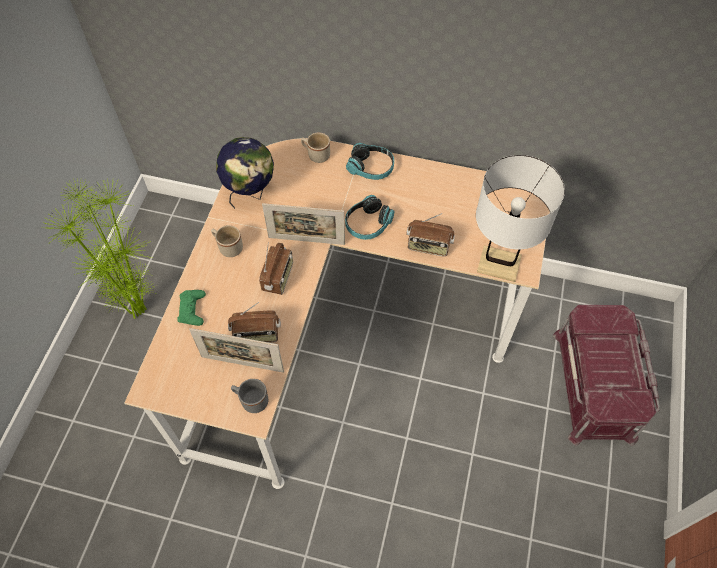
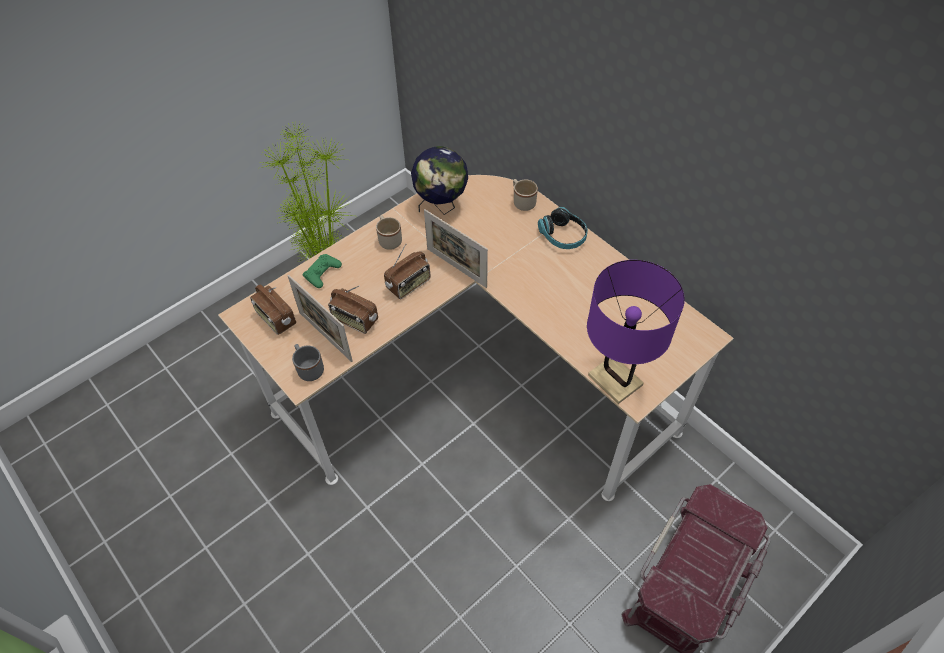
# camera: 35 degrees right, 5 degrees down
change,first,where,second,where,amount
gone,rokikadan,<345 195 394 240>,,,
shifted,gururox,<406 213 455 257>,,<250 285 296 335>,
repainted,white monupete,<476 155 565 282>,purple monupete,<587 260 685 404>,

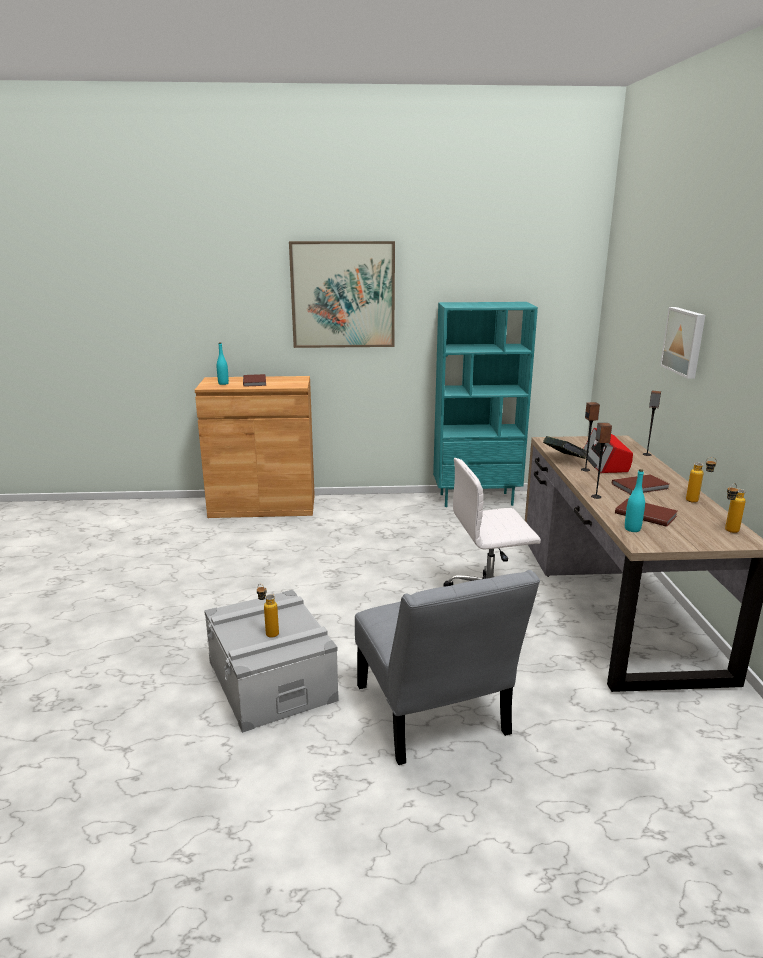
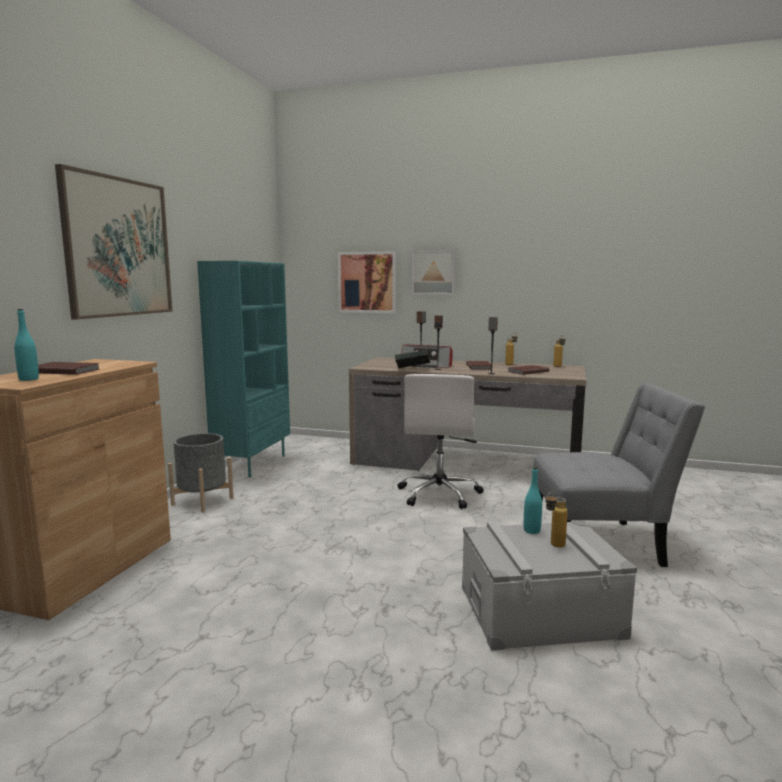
# camera: 70 degrees left, 10 degrees down
change,first,where,second,where,amount
new,,,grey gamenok,<168 433 233 513>,
new,,,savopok,<338 251 396 313>,
shifted,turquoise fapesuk,<625 469 645 532>,,<524 467 542 534>,

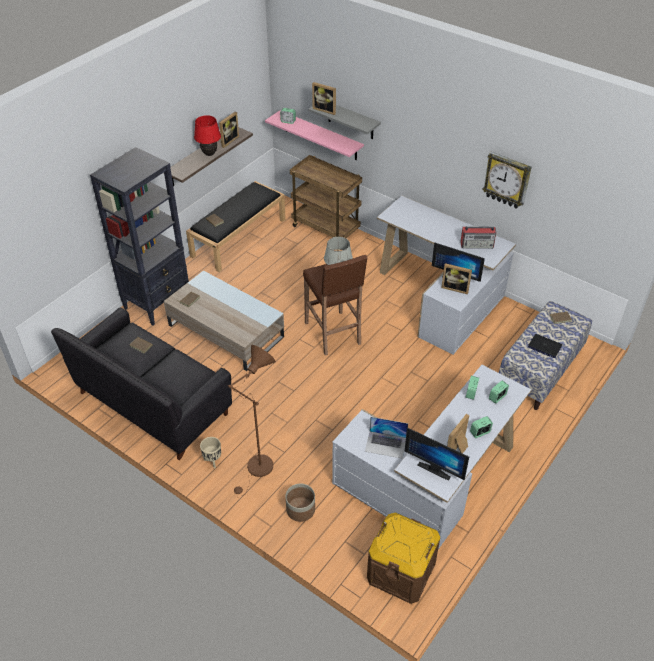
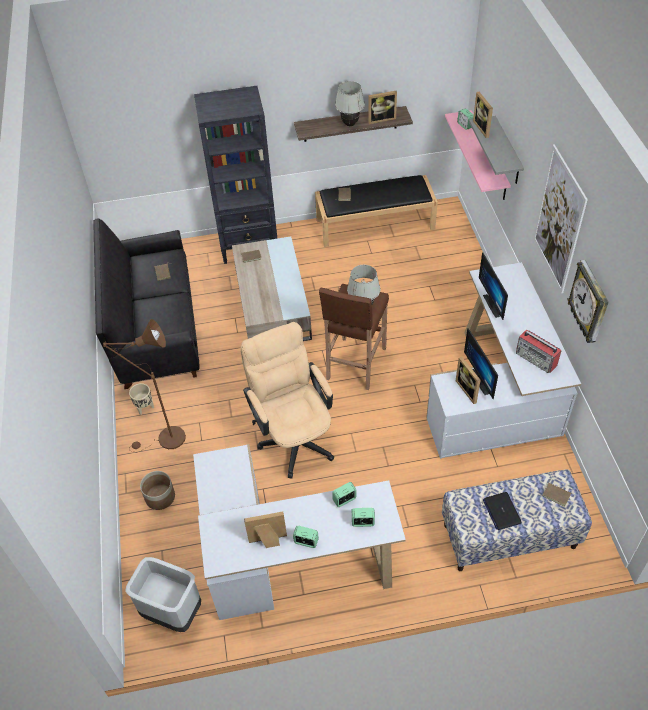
# camera: 45 degrees right, 5 degrees up
change,first,where,second,where,amount
gone,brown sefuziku,<290 155 362 238>,,,
gone,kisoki,<365 417 408 459>,,,
new,,,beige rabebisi,<240 322 334 479>,
new,,,savopok,<533 144 588 294>,
shifted,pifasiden,<405 427 469 481>,,<479 252 508 320>,
swapped,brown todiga,<367 513 440 604>,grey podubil,<125 557 201 632>,
repainted,red monupete,<194 115 221 156>,white monupete,<335 81 365 126>,

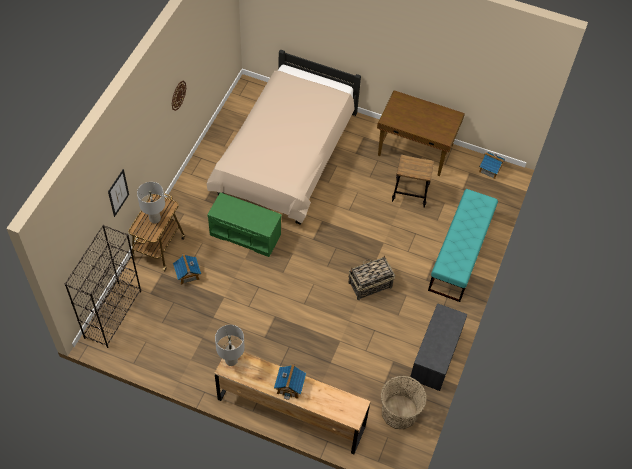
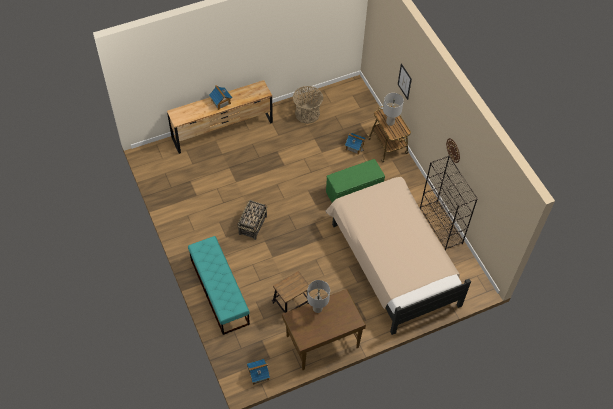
# camera: 135 degrees right, 0 degrees up
change,first,where,second,where,amount
gone,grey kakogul,<410 304 467 391>,,,
shifted,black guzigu,<65 225 141 348>,,<420 155 478 251>,
shifted,grey monupete,<215 325 245 366>,,<307 280 330 313>,
shifted,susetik,<381 376 427 429>,,<293 86 323 124>,

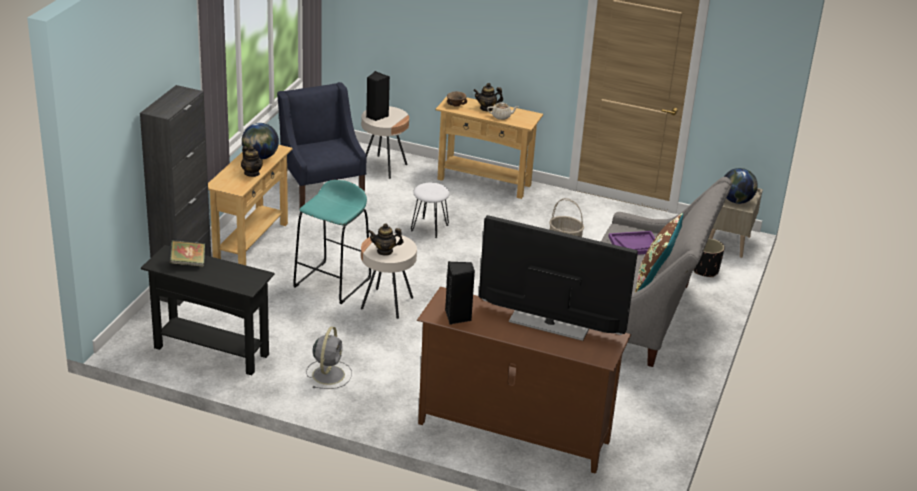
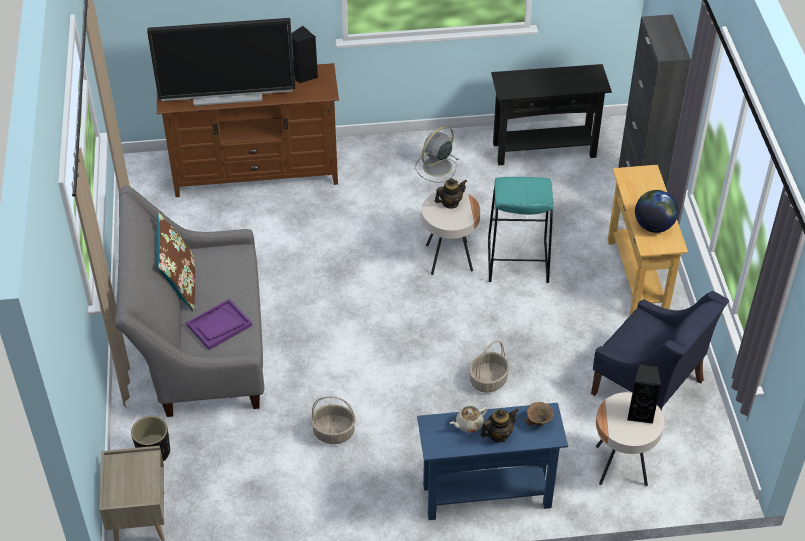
# camera: 155 degrees right, 15 degrees up
change,first,where,second,where,amount
gone,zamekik,<170 240 205 267>,,,
gone,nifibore,<241 146 263 177>,,,
gone,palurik,<724 168 758 204>,,,
swapped,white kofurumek,<411 183 450 238>,susetik,<469 341 510 393>,
repainted,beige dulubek,<435 96 543 199>,blue dulubek,<417 403 568 520>,
rotated,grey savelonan,<306 326 352 389>,,<415 126 459 183>,60 degrees clockwise

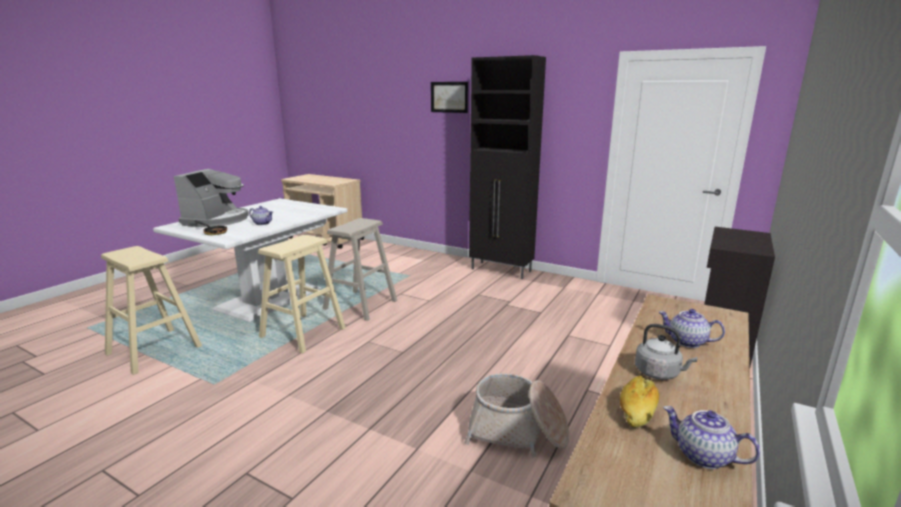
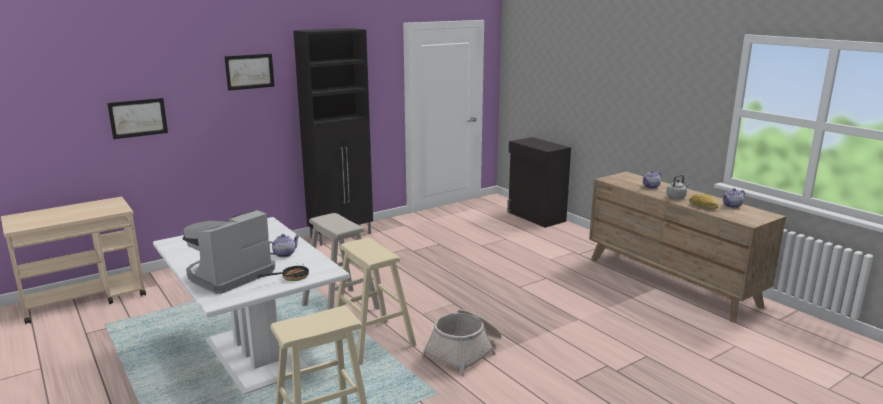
# camera: 65 degrees left, 0 degrees up
change,first,where,second,where,amount
new,,,savopok,<107 98 168 139>,
shifted,susetik,<464 374 569 457>,,<421 309 502 376>,
rotated,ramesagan,<174 169 249 227>,,<183 209 275 294>,90 degrees counterclockwise

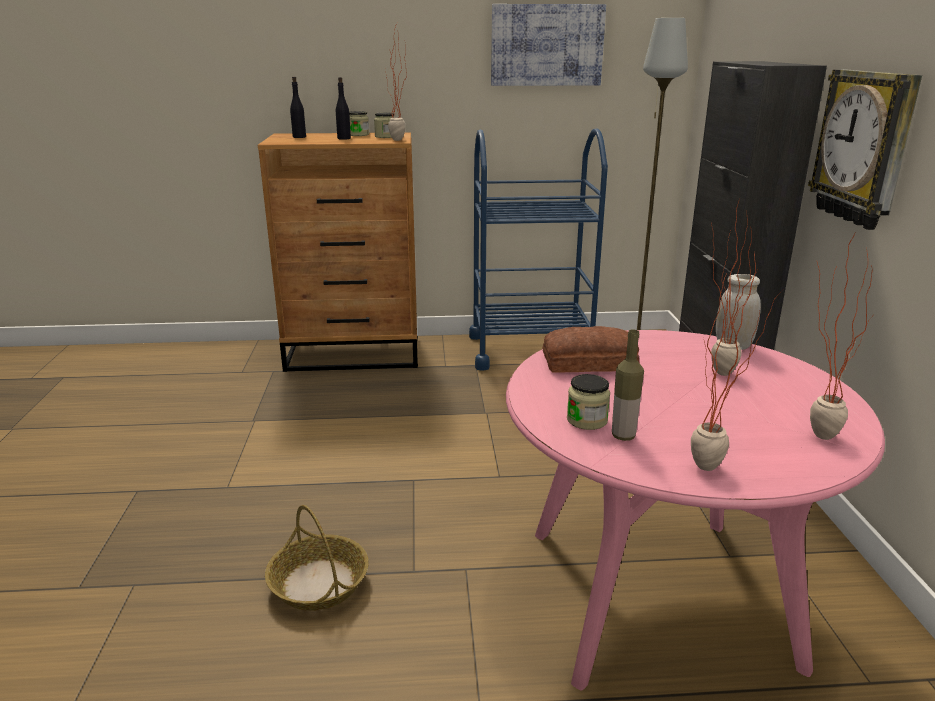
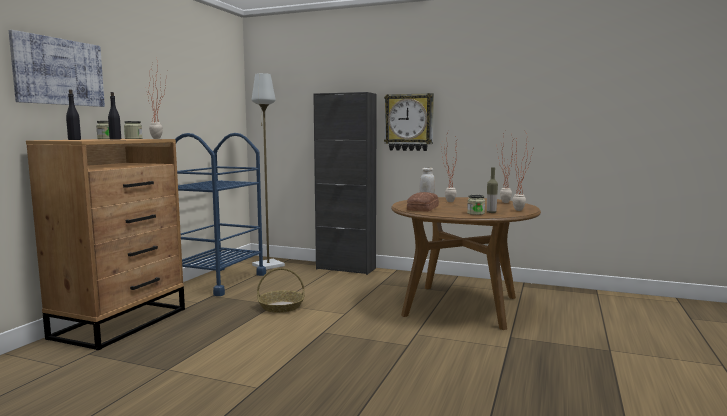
# camera: 65 degrees left, 15 degrees down
change,first,where,second,where,amount
shifted,susetik,<265 505 369 611>,,<257 268 305 313>,
shifted,savopok,<491 4 606 86>,,<9 30 105 107>,
repainted,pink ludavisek,<506 330 885 691>,brown ludavisek,<391 197 541 330>,

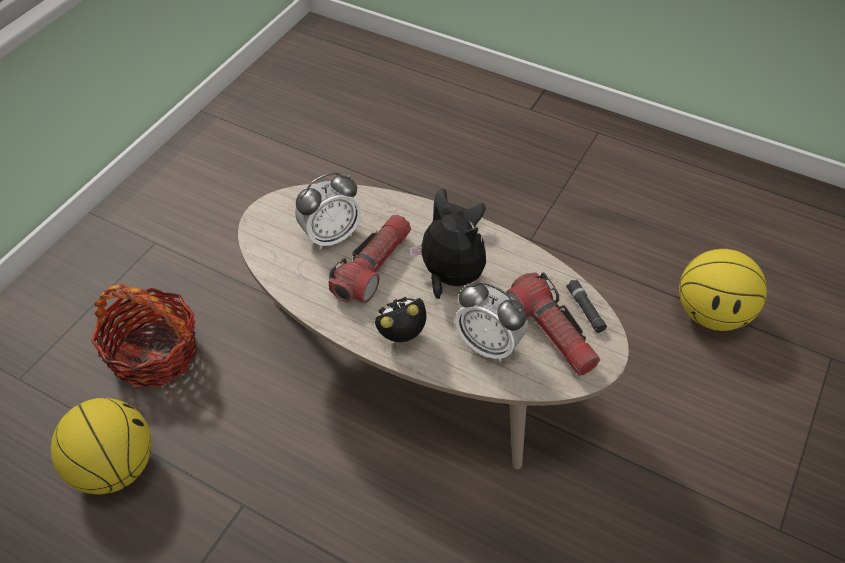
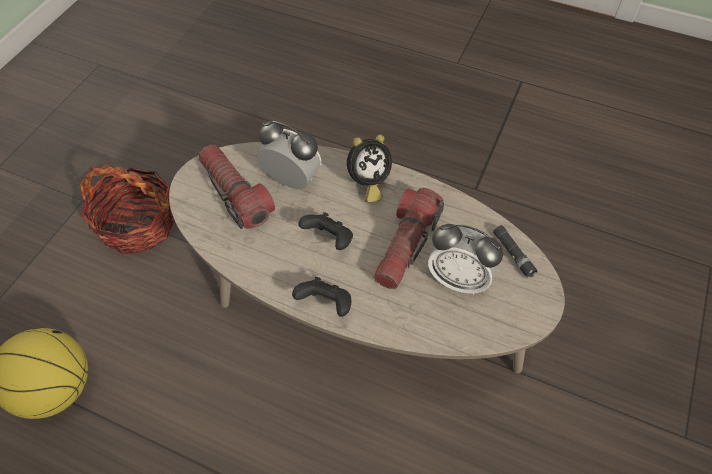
# camera: 175 degrees right, 5 degrees up
change,first,where,second,where,amount
gone,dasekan,<51 398 152 494>,,,
shifted,susetik,<91 284 197 388>,,<80 164 175 255>,
shifted,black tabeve,<566 280 607 333>,,<493 225 538 278>,
swapped,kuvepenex,<409 203 486 299>,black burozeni,<299 212 353 250>,
rotated,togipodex,<295 172 361 250>,,<428 224 503 295>,120 degrees counterclockwise

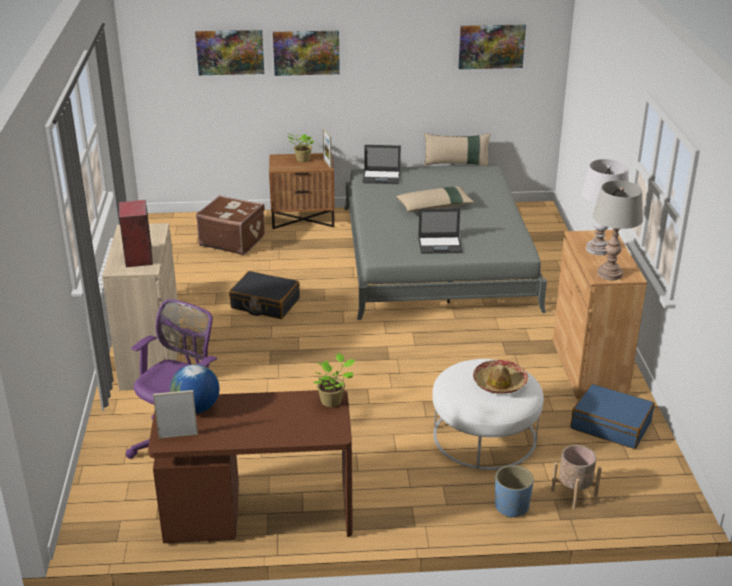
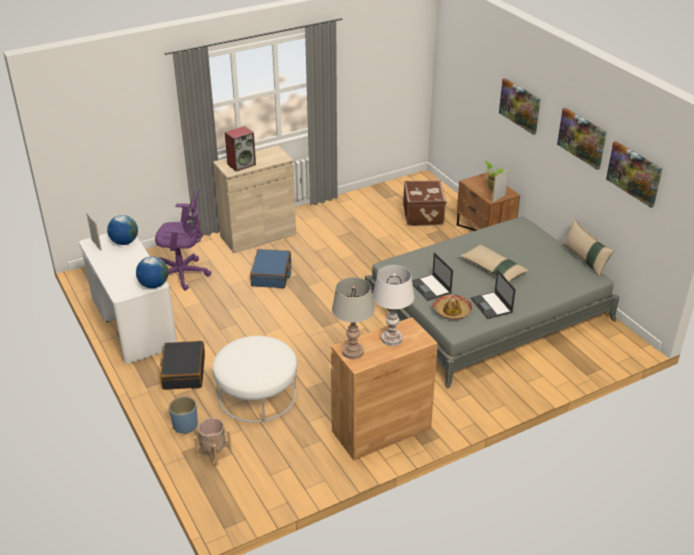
# camera: 65 degrees right, 5 degrees up
change,first,where,second,where,amount
shifted,savopok,<195 30 264 75>,,<557 108 607 170>,
shifted,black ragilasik,<229 271 300 319>,,<160 341 205 390>,
shifted,kisoki,<362 145 401 184>,,<471 270 516 319>,
shifted,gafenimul,<473 360 528 394>,,<433 295 473 320>,
shifted,blue ragilasik,<570 384 655 449>,,<250 249 291 288>,
swapped,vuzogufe,<313 353 355 407>,palurik,<136 256 168 288>,
repainted,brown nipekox,<148 390 353 543>,white nipekox,<79 233 177 364>,

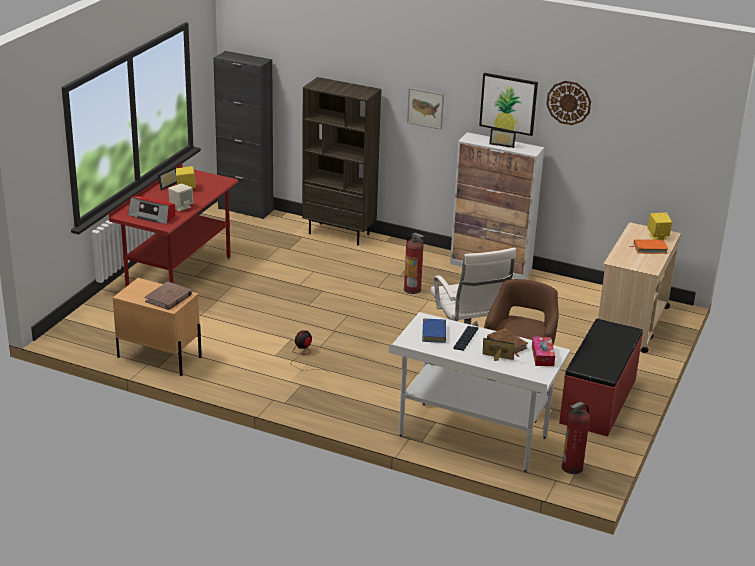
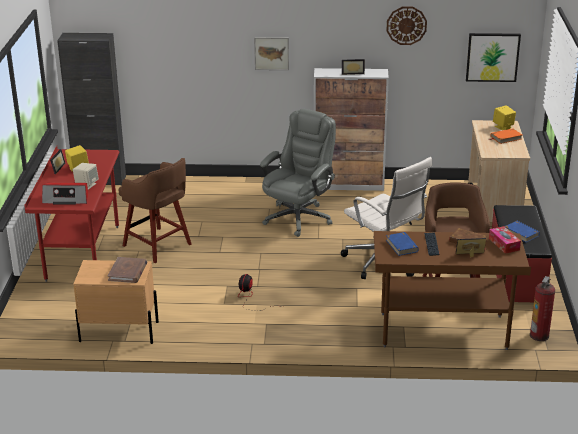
# camera: 20 degrees left, 0 degrees up
change,first,where,second,where,amount
gone,brown guzigu,<302 77 381 245>,,,
new,,,brown kofurumek,<118 158 192 263>,
new,,,blue zamekik,<504 221 540 242>,
shifted,savopok,<479 73 538 136>,,<466 33 521 82>,
swapped,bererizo,<404 233 424 294>,grey rabebisi,<260 109 336 237>,
repainted,white nipekox,<389 312 571 473>,brown nipekox,<374 231 531 350>,

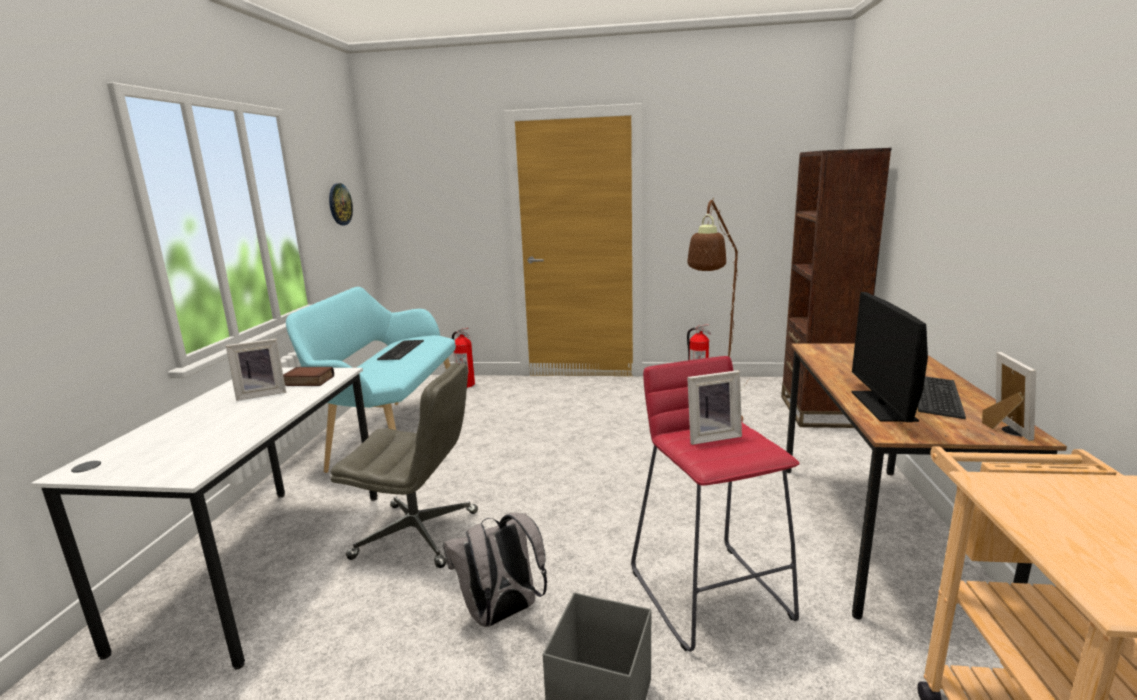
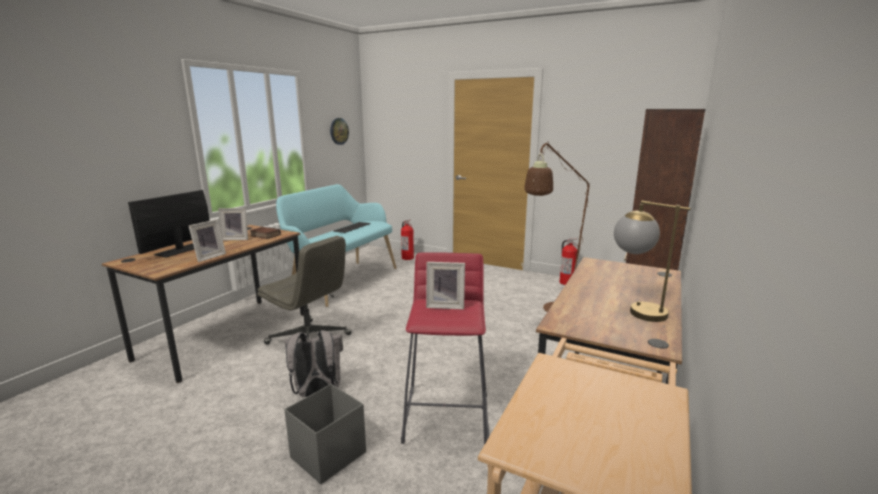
# camera: 20 degrees right, 0 degrees up
change,first,where,second,where,amount
shifted,pifasiden,<851 292 928 422>,,<128 190 210 258>,
shifted,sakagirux,<982 352 1036 441>,,<189 219 226 262>,
swapped,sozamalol,<918 376 966 419>,monupete,<614 201 691 322>,
repainted,white nipekox,<30 368 377 670>,brown nipekox,<102 225 304 383>,

